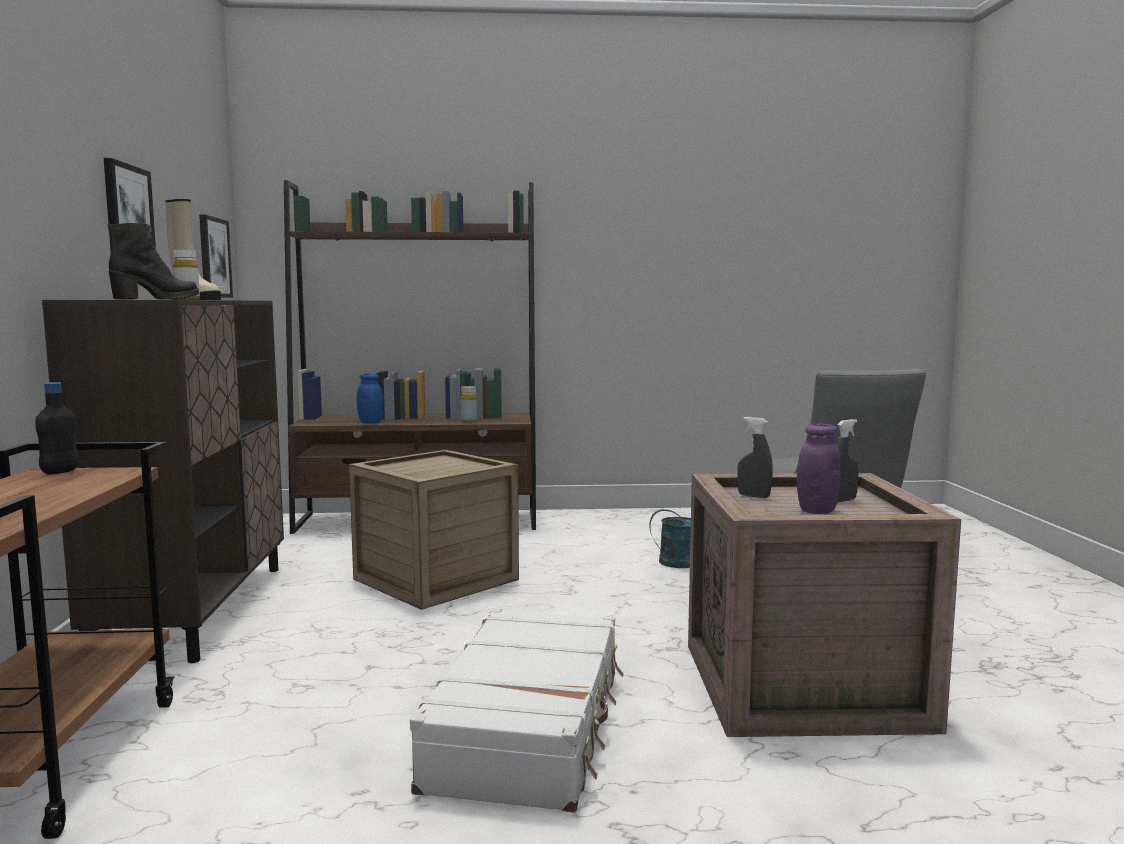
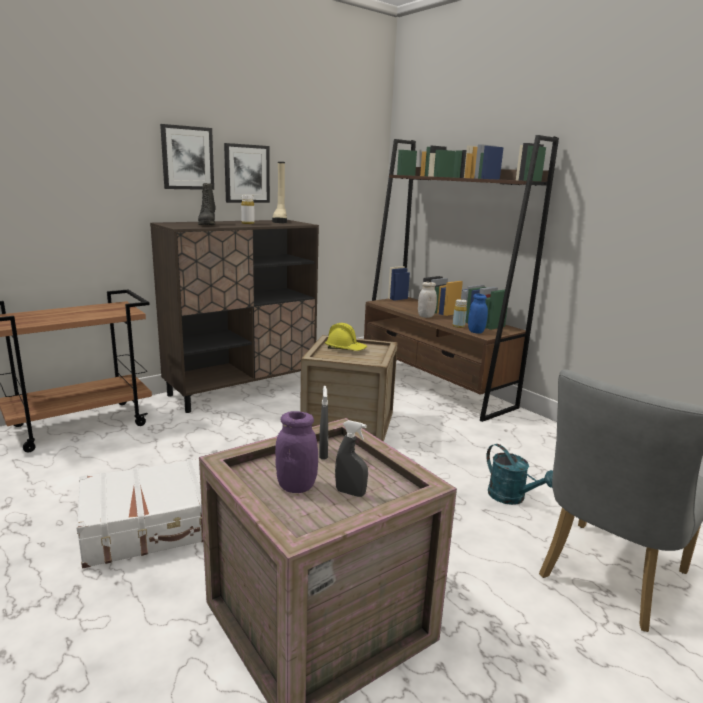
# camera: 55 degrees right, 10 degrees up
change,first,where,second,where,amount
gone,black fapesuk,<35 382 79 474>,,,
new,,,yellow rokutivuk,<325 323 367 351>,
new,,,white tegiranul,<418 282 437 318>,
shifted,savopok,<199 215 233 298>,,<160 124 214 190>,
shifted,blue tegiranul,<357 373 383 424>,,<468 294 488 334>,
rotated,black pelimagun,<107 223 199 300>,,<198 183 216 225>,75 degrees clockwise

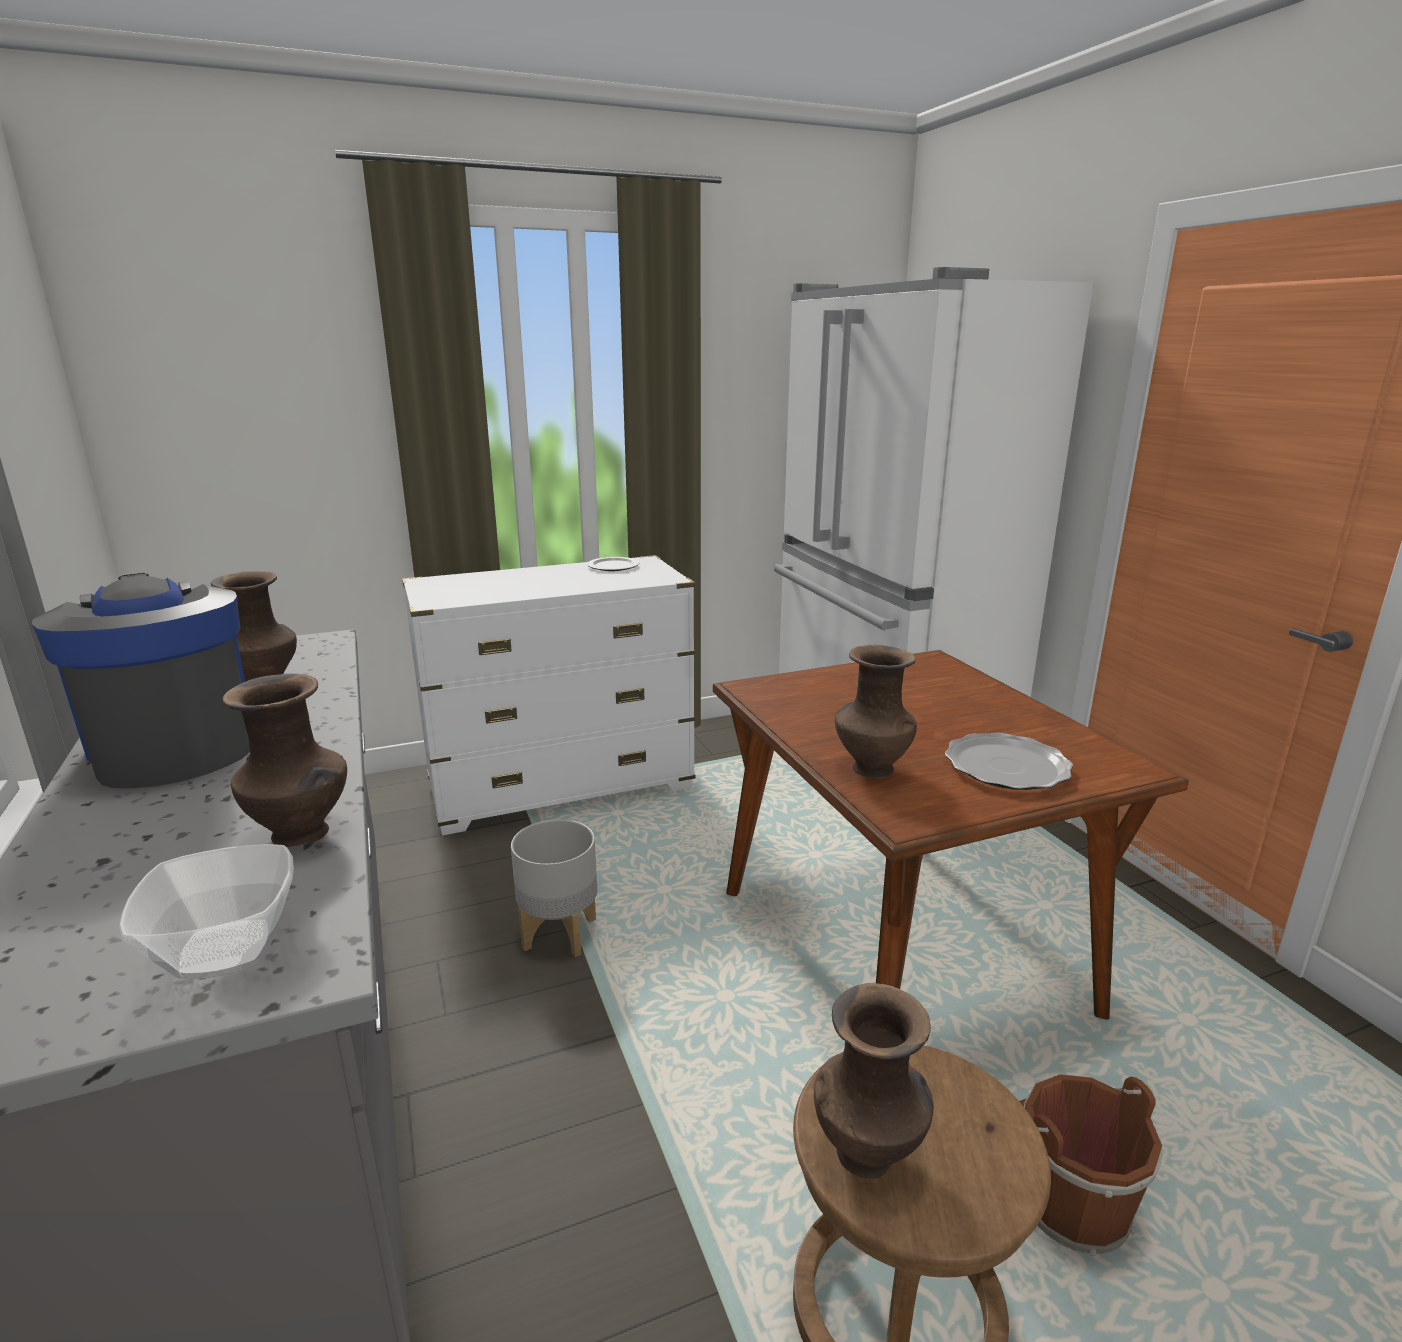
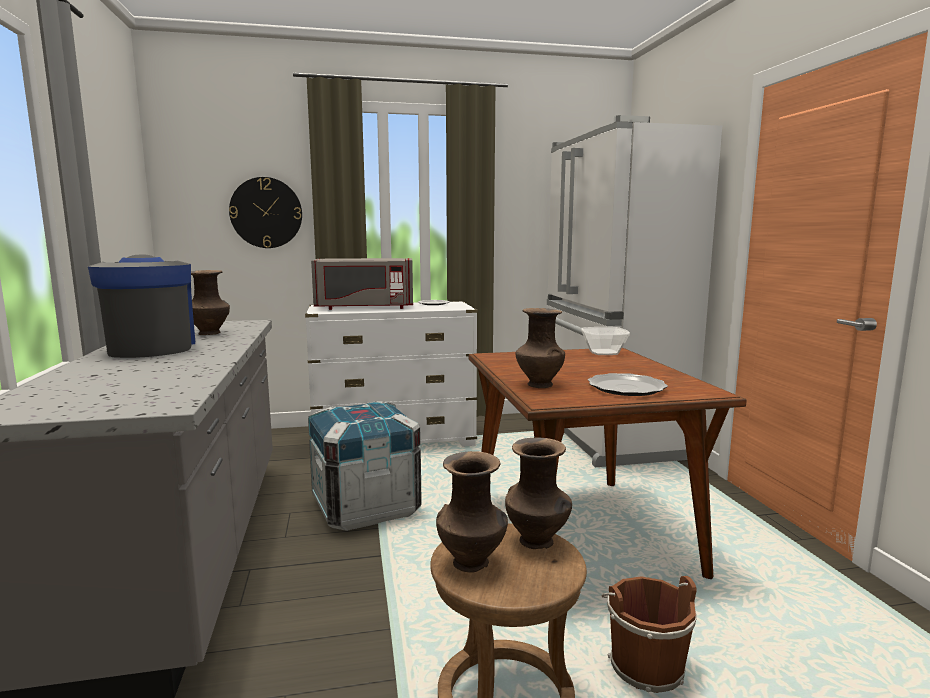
# camera: 10 degrees right, 10 degrees down
change,first,where,second,where,amount
new,,,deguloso,<229 177 302 248>,
new,,,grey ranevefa,<311 258 413 310>,
shifted,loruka,<119 844 294 979>,,<581 327 630 355>,
shifted,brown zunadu,<222 674 347 847>,,<505 438 572 549>,
swapped,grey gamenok,<511 819 597 957>,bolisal,<308 401 422 531>,

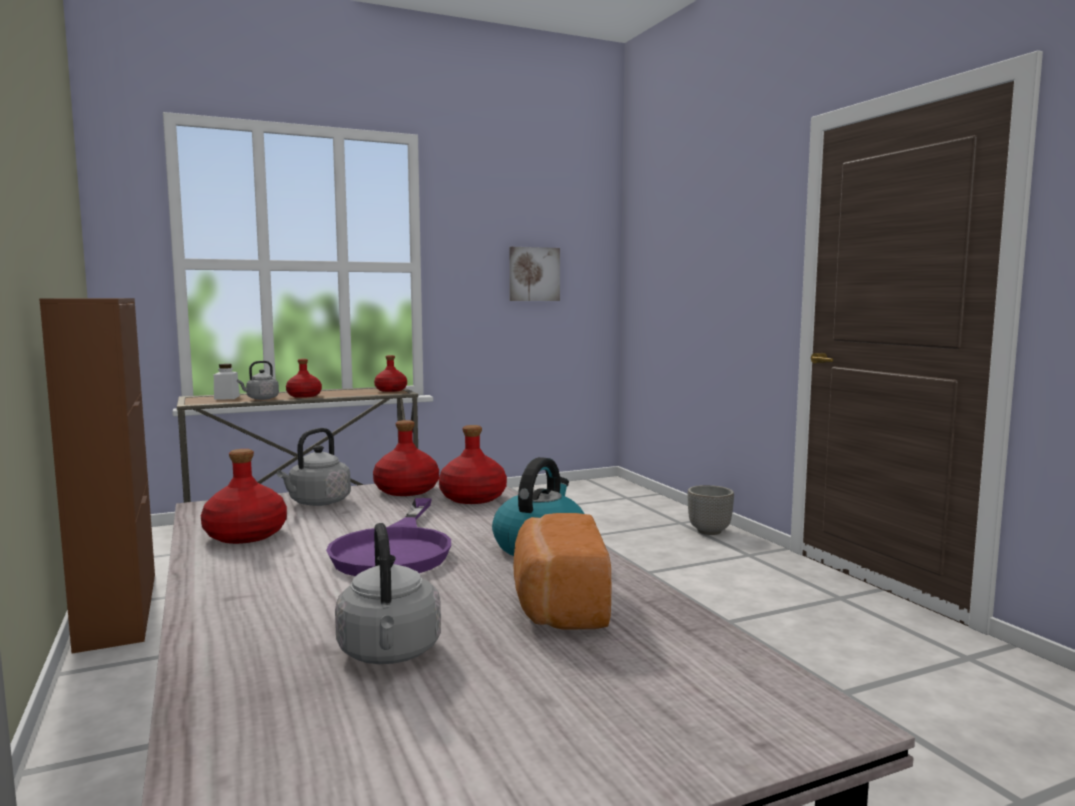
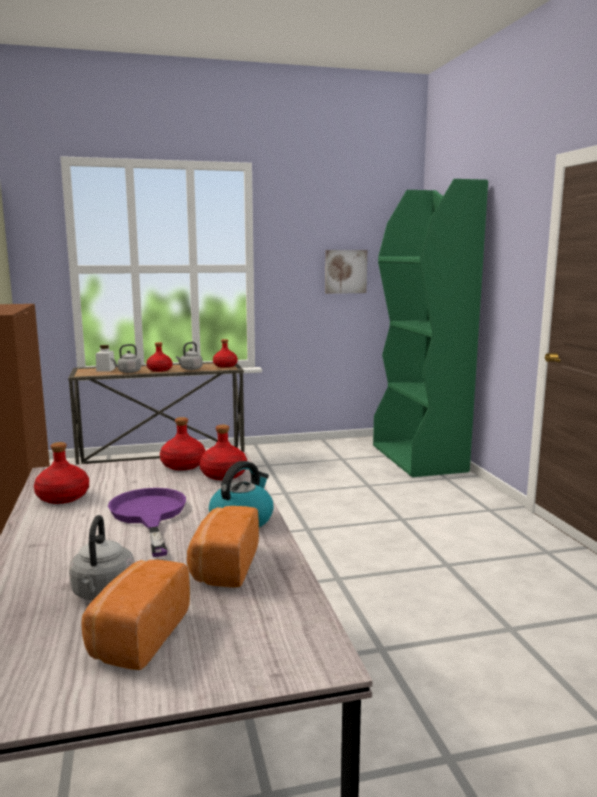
# camera: 10 degrees right, 5 degrees up
change,first,where,second,where,amount
gone,gamenok,<688 485 734 535>,,,
new,,,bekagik,<81 560 190 670>,
new,,,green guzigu,<373 179 488 477>,
shifted,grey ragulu,<277 428 351 506>,,<176 342 203 370>,
rotated,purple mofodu,<326 498 451 576>,,<108 488 186 557>,150 degrees clockwise

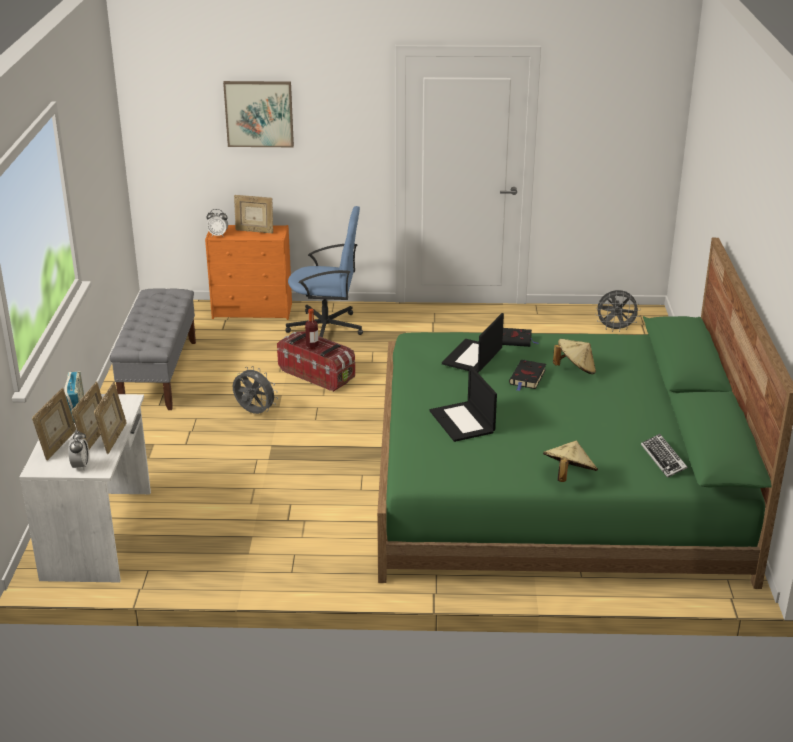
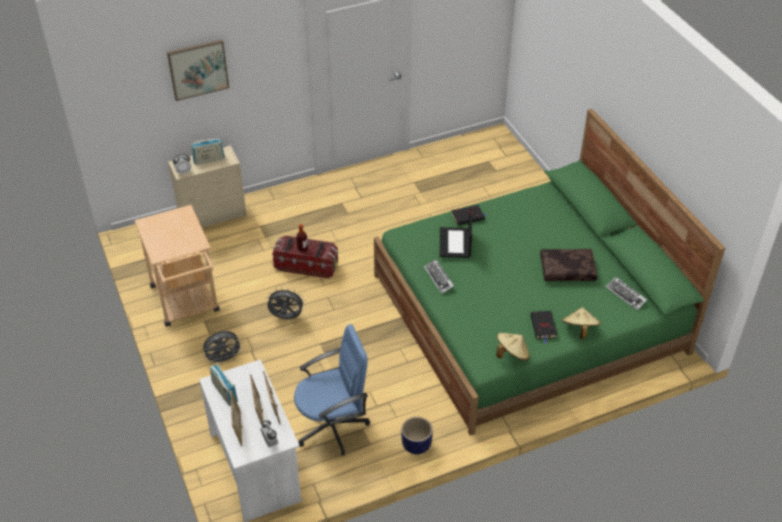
# camera: 25 degrees left, 15 degrees up
change,first,where,second,where,amount
gone,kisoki,<430 365 497 442>,,,
new,,,gamenok,<401 417 433 454>,
new,,,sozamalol,<424 259 454 294>,
new,,,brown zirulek,<540 249 597 281>,
shifted,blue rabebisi,<286 206 363 338>,,<294 324 370 456>,
shifted,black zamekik,<509 360 546 391>,,<530 311 557 344>,
shifted,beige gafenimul,<553 339 596 374>,,<496 333 530 361>,
shifted,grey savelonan,<595 290 641 332>,,<203 331 243 365>,
swapped,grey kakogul,<110 288 196 410>,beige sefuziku,<134 205 220 327>,
swapped,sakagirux,<234 195 273 233>,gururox,<192 139 225 165>,
repainted,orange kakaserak,<205 225 292 320>,beige kakaserak,<168 145 247 228>,

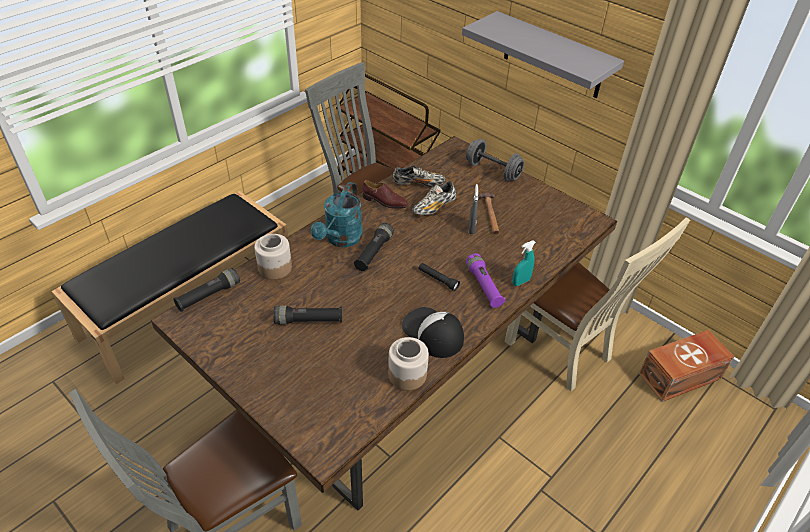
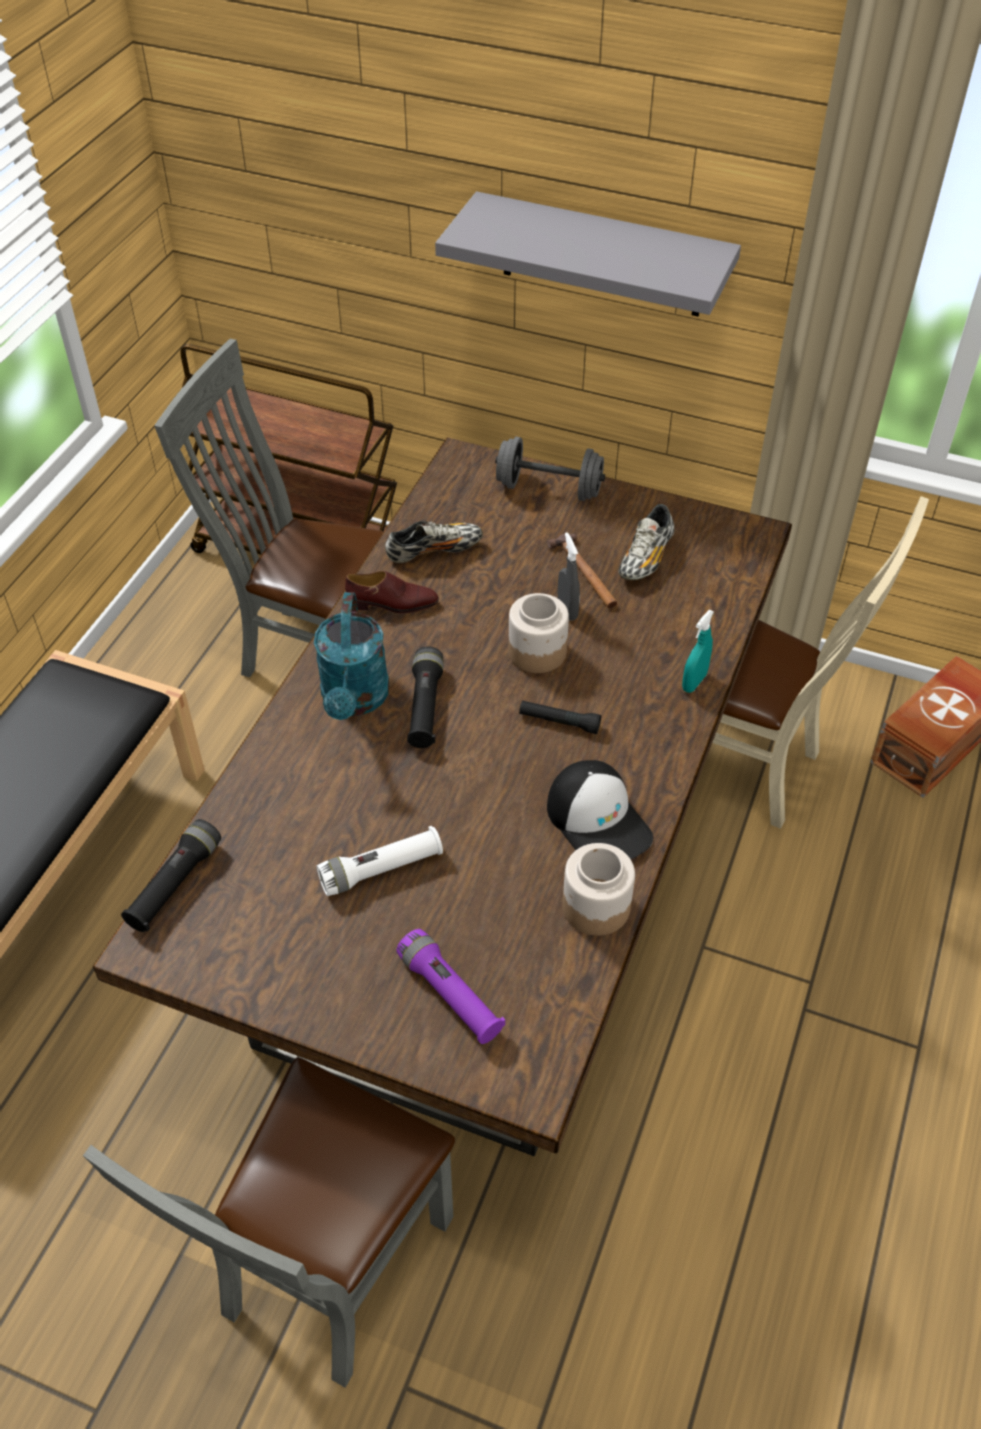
# camera: 20 degrees left, 5 degrees up
change,first,where,second,where,amount
shifted,tegiranul,<254 234 292 280>,,<508 593 569 673>,
shifted,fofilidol,<412 181 456 215>,,<619 504 674 580>,
shifted,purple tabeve,<466 253 505 308>,,<396 929 505 1044>,
repainted,black tabeve,<273 306 342 325>,white tabeve,<317 826 443 896>,
rotated,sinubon,<402 307 464 358>,,<547 760 653 859>,150 degrees counterclockwise

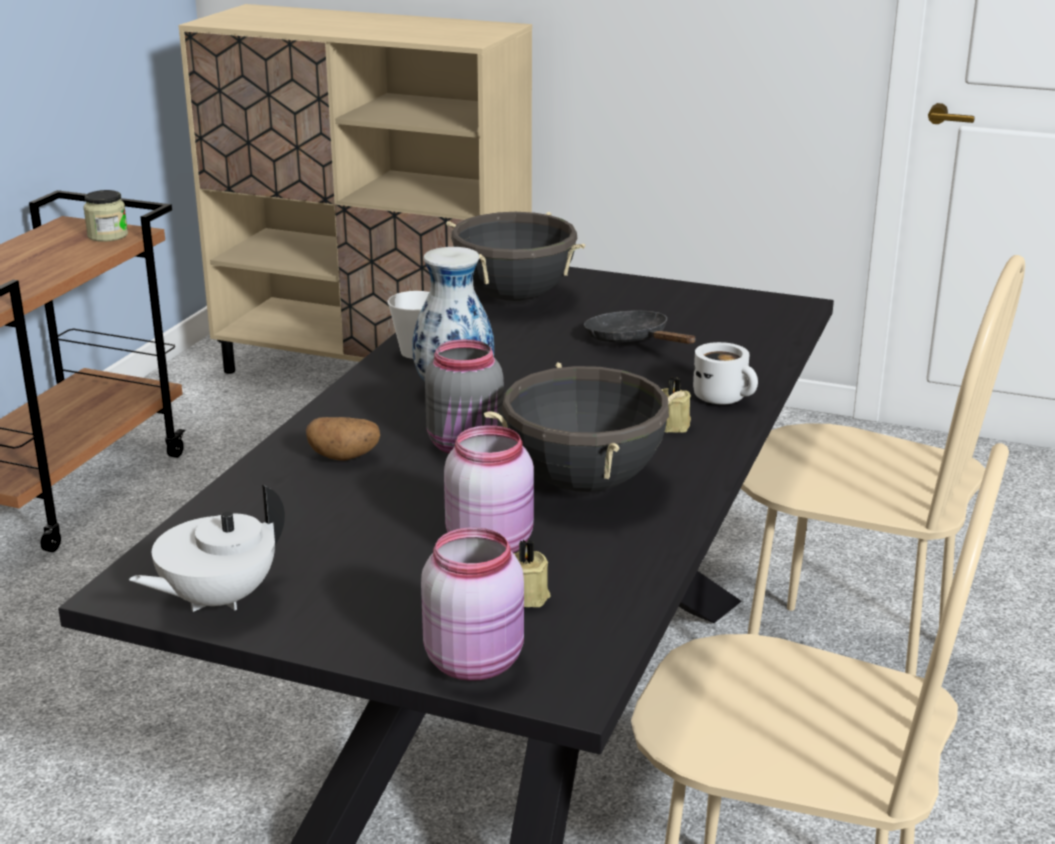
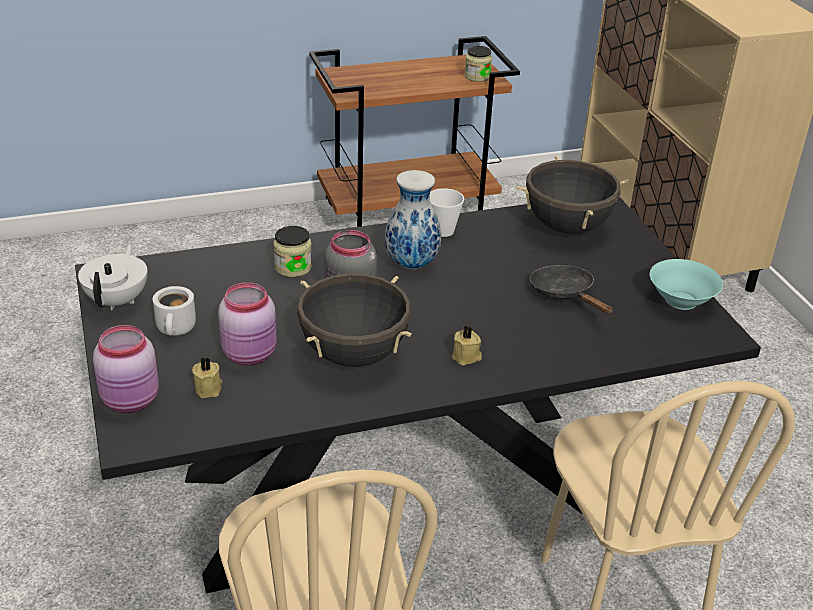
# camera: 50 degrees right, 10 degrees up
change,first,where,second,where,amount
new,,,turquoise loruka,<650 259 723 310>,
shifted,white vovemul,<693 342 758 405>,,<153 286 196 336>,
swapped,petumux,<306 417 380 461>,tegiranul,<273 226 312 277>,
rotated,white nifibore,<129 485 285 612>,,<78 244 148 310>,90 degrees clockwise
rotated,black mofodu,<584 311 696 344>,,<530 265 613 314>,45 degrees counterclockwise

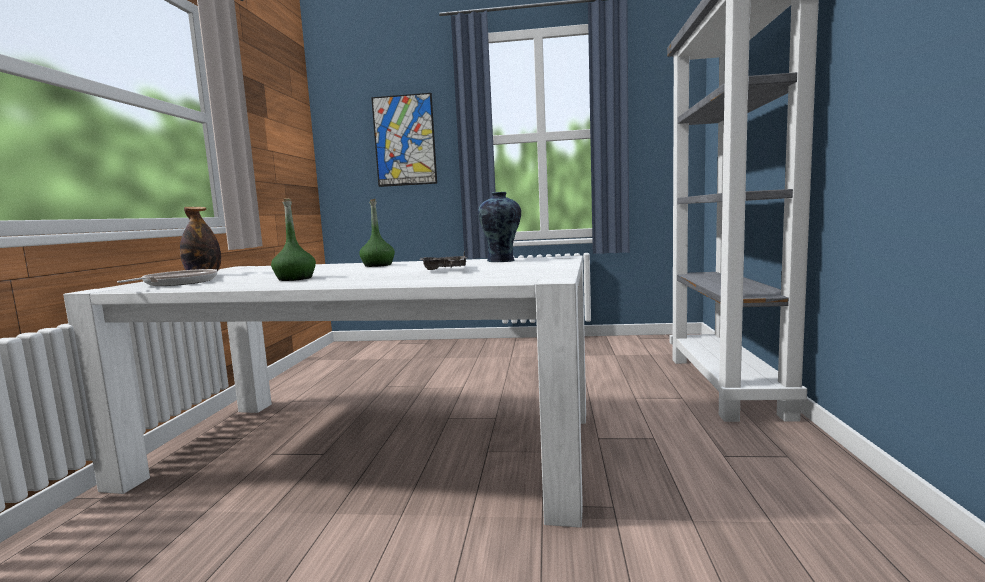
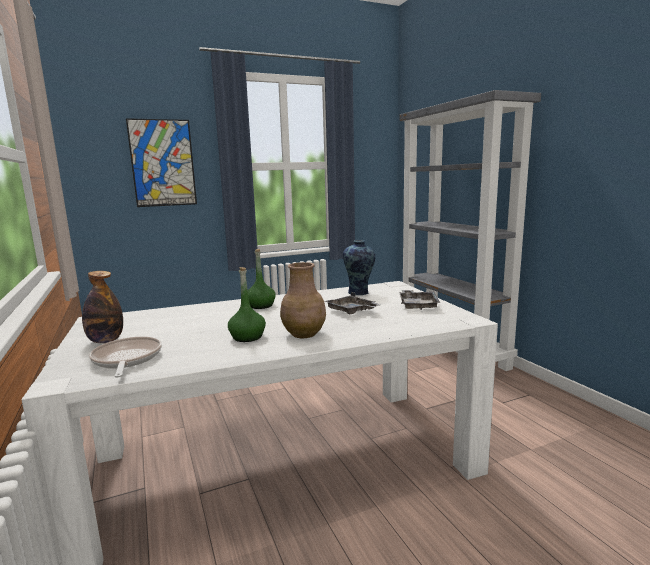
# camera: 30 degrees left, 5 degrees up
change,first,where,second,where,amount
new,,,brown zunadu,<280 262 326 338>,
new,,,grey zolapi,<399 290 440 310>,

